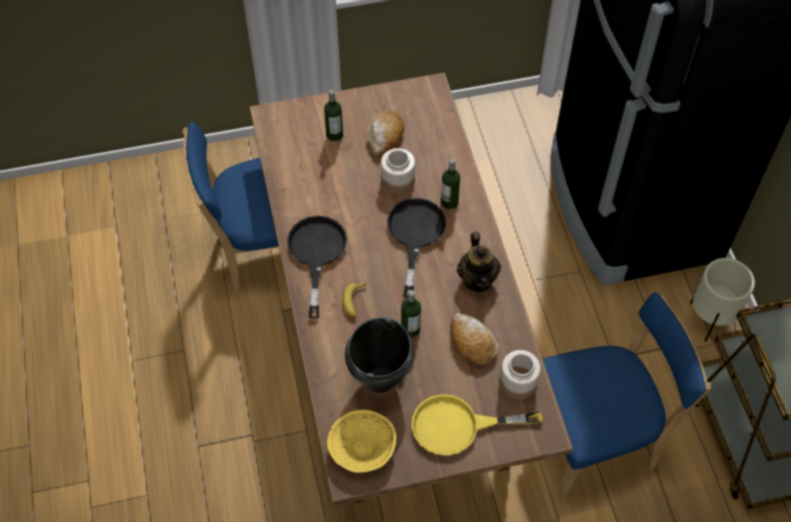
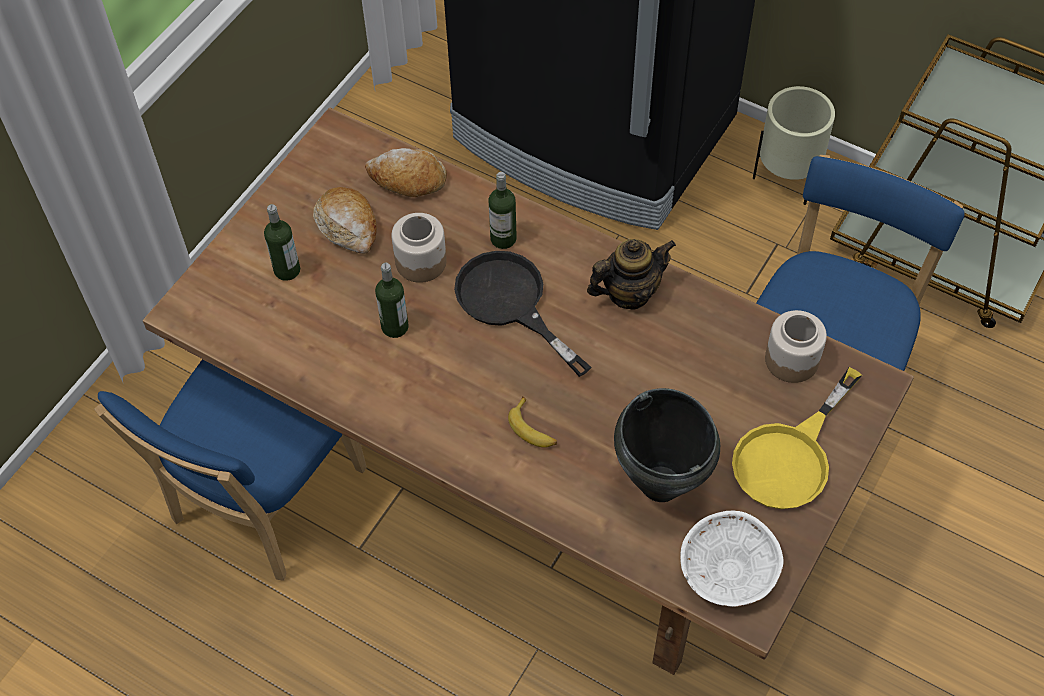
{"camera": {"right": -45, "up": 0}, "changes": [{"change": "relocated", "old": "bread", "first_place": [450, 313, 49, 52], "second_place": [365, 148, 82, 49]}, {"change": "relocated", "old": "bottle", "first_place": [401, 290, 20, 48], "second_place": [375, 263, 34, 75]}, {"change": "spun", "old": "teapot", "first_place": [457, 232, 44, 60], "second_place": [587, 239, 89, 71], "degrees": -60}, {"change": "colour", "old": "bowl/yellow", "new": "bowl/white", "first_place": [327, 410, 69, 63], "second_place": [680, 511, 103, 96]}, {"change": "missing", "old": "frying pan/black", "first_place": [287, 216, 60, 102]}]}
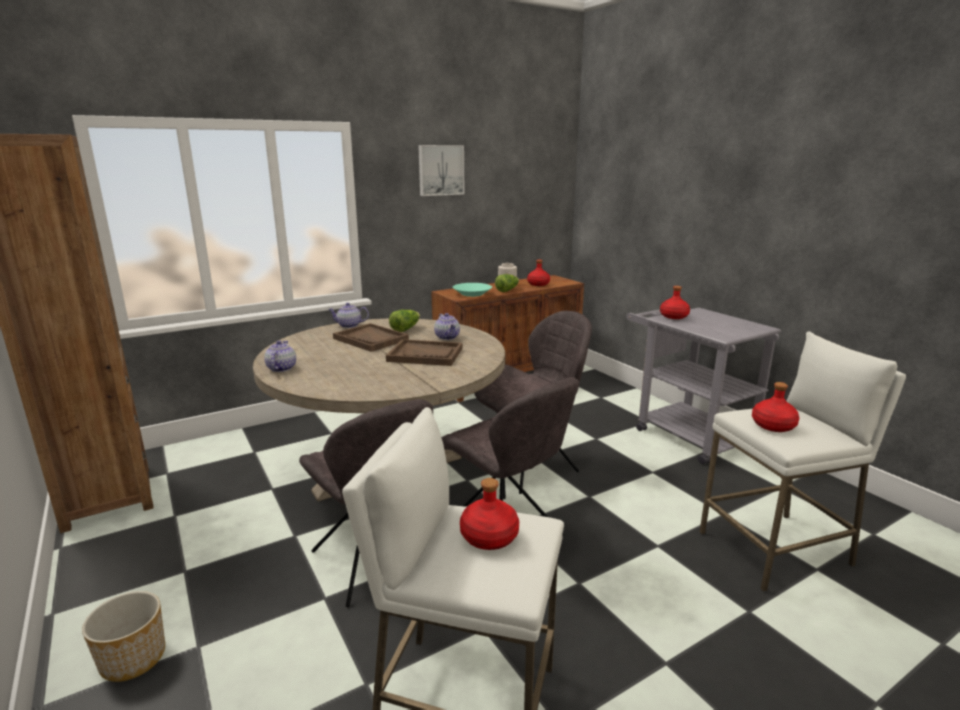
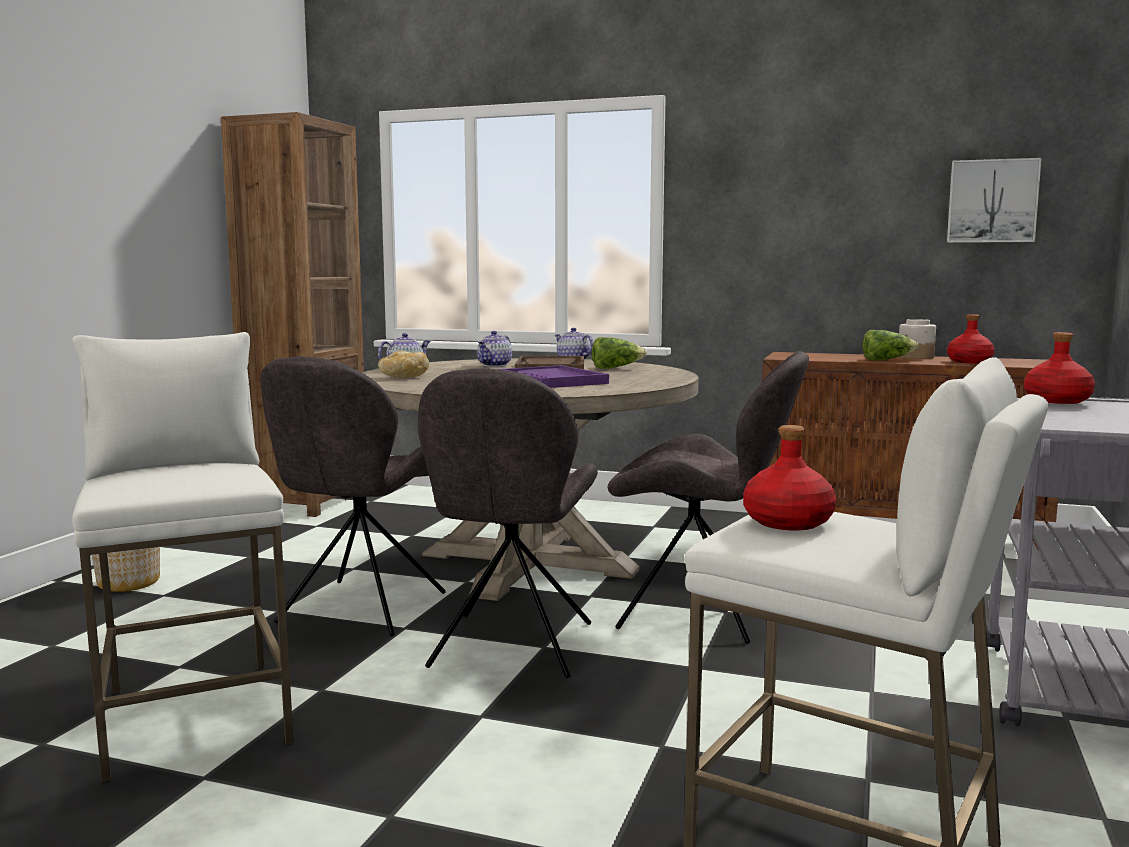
{"camera": {"right": 50, "up": -10}, "changes": [{"change": "appeared", "new": "bread", "second_place": [378, 351, 51, 27]}, {"change": "relocated", "old": "teapot", "first_place": [434, 313, 26, 27], "second_place": [477, 331, 35, 35]}, {"change": "colour", "old": "tray/brown", "new": "tray/purple", "first_place": [386, 339, 76, 27], "second_place": [498, 365, 111, 23]}, {"change": "relocated", "old": "picture", "first_place": [418, 145, 46, 51], "second_place": [947, 158, 95, 85]}, {"change": "missing", "old": "bowl/turquoise", "first_place": [453, 283, 39, 14]}, {"change": "missing", "old": "bottle/red", "first_place": [460, 478, 59, 72]}]}
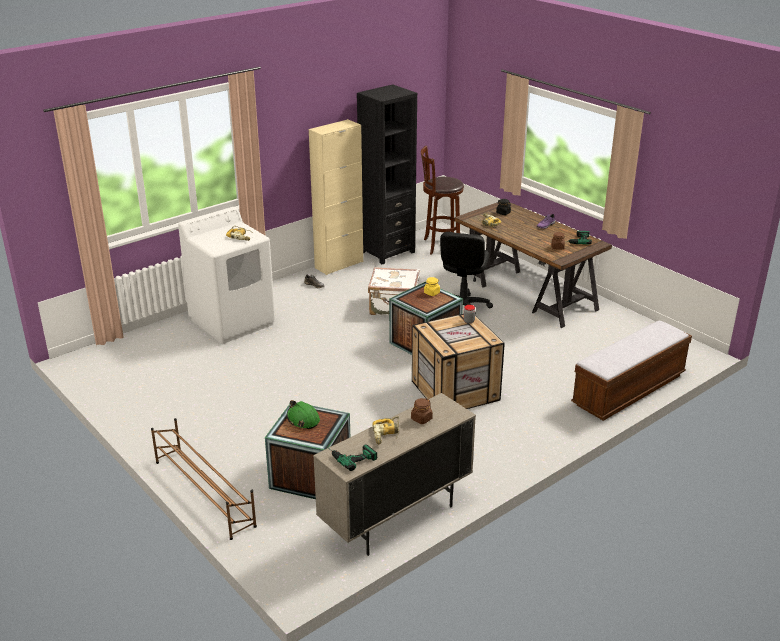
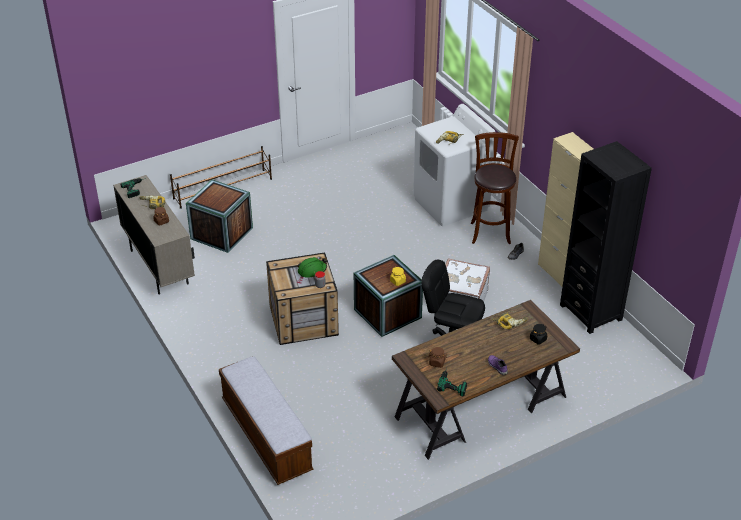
{"camera": {"right": 100, "up": 10}, "changes": [{"change": "relocated", "old": "hard hat/green", "first_place": [287, 400, 33, 29], "second_place": [298, 257, 29, 20]}, {"change": "relocated", "old": "stool/brown", "first_place": [421, 146, 43, 109], "second_place": [471, 132, 48, 112]}]}
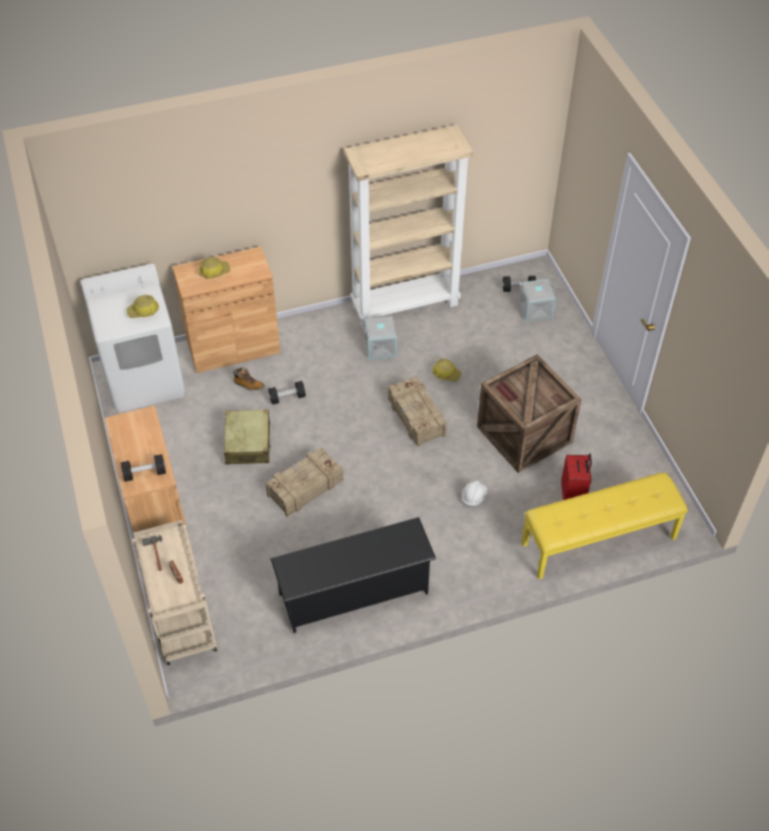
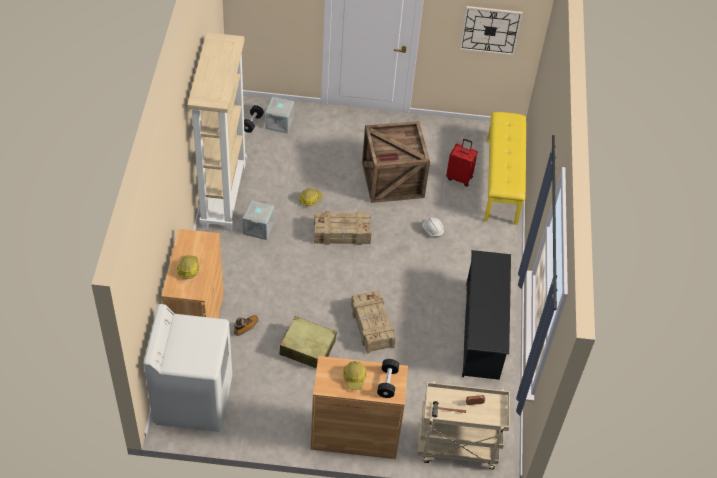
{"camera": {"right": -70, "up": 0}, "changes": [{"change": "relocated", "old": "hard hat", "first_place": [126, 295, 33, 23], "second_place": [343, 361, 24, 29]}, {"change": "appeared", "new": "wall clock", "second_place": [459, 6, 64, 50]}, {"change": "missing", "old": "dumbbell/black", "first_place": [268, 381, 38, 24]}]}
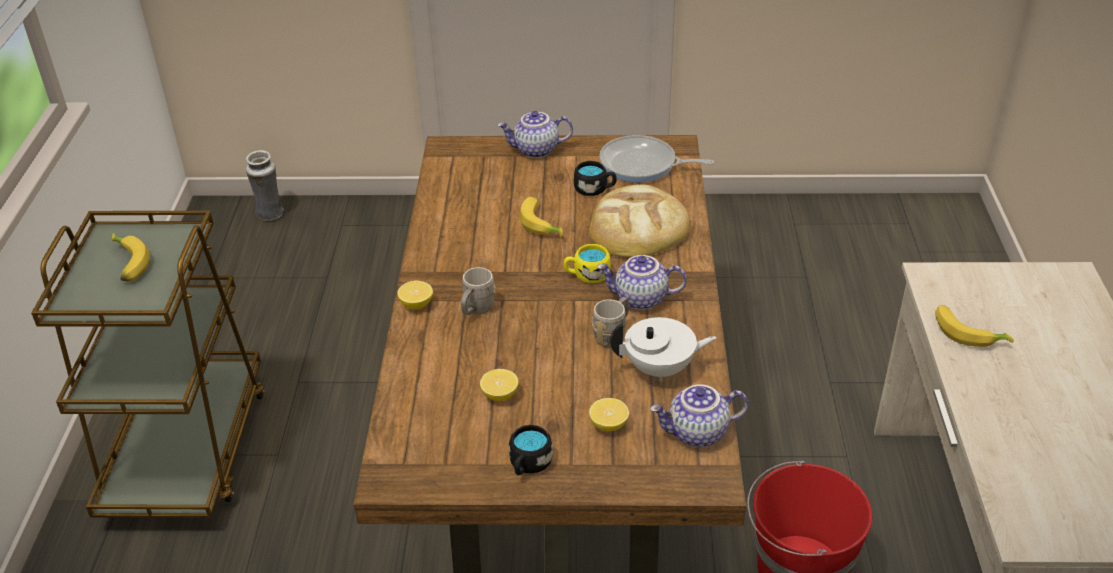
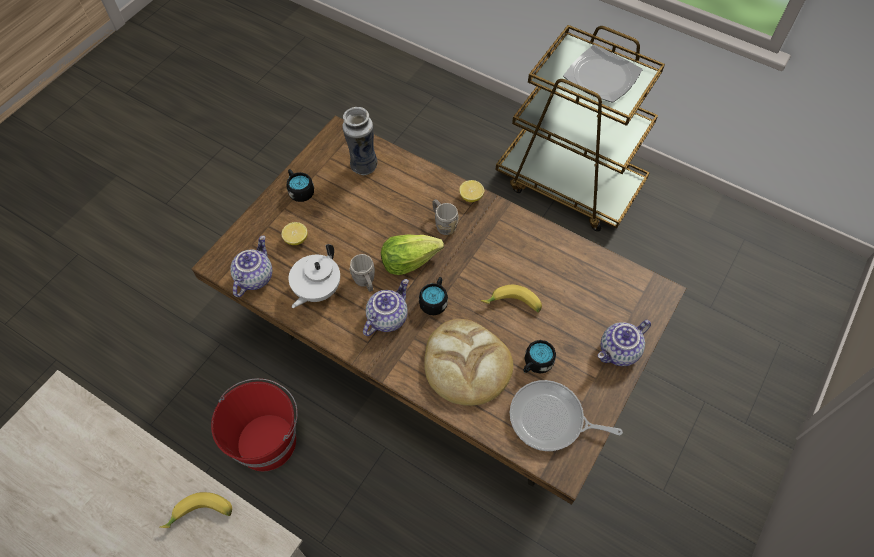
{"camera": {"right": 120, "up": 20}, "changes": [{"change": "relocated", "old": "vase", "first_place": [246, 150, 38, 71], "second_place": [342, 107, 36, 68]}, {"change": "appeared", "new": "lettuce", "second_place": [381, 234, 63, 41]}, {"change": "colour", "old": "mug/yellow", "new": "mug/black", "first_place": [564, 244, 47, 39], "second_place": [419, 277, 29, 38]}, {"change": "spun", "old": "frying pan", "first_place": [599, 135, 115, 48], "second_place": [510, 380, 113, 71], "degrees": -120}, {"change": "exchanged", "old": "banana", "new": "plate", "first_place": [112, 233, 38, 49], "second_place": [563, 45, 80, 57]}, {"change": "spun", "old": "teapot", "first_place": [497, 111, 76, 47], "second_place": [597, 320, 54, 46], "degrees": -150}, {"change": "missing", "old": "lemon", "first_place": [480, 369, 38, 32]}]}
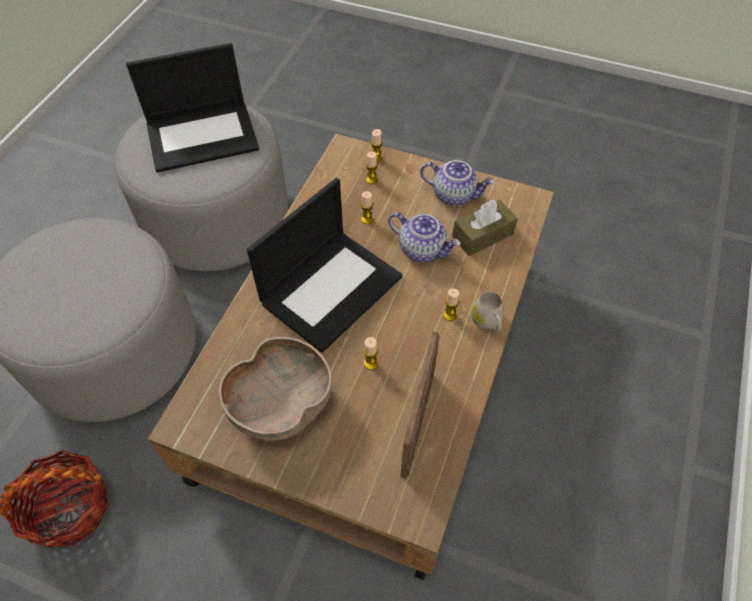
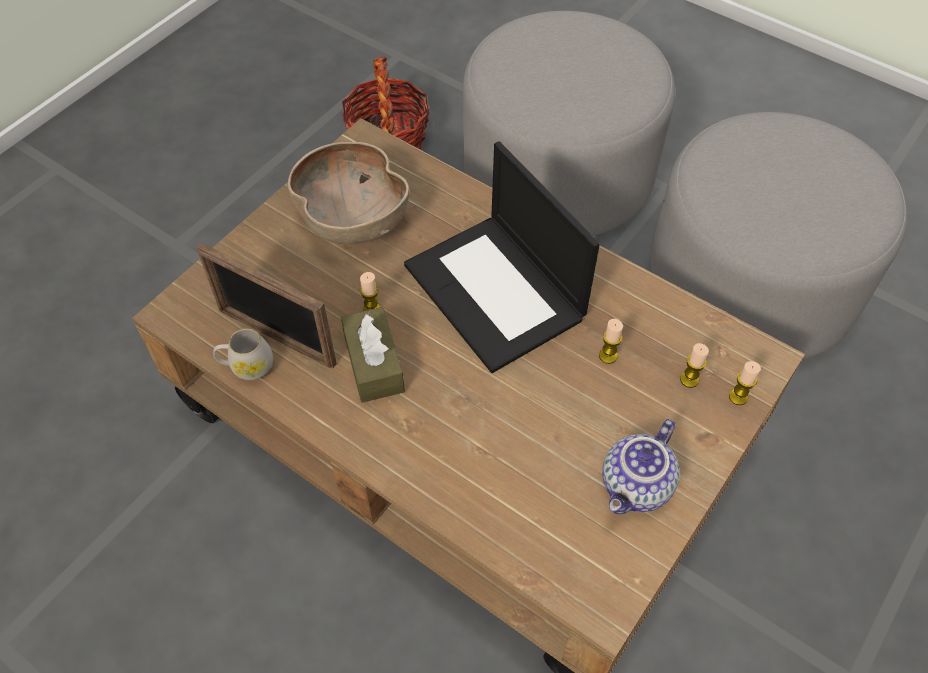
{"camera": {"right": 105, "up": 0}, "changes": [{"change": "relocated", "old": "mug/white", "first_place": [471, 291, 33, 41], "second_place": [213, 328, 60, 52]}, {"change": "relocated", "old": "tissue box/brown", "first_place": [452, 200, 66, 56], "second_place": [341, 307, 64, 96]}, {"change": "missing", "old": "laptop", "first_place": [126, 43, 133, 130]}, {"change": "missing", "old": "teapot", "first_place": [388, 212, 73, 50]}, {"change": "missing", "old": "candle", "first_place": [443, 288, 16, 33]}]}
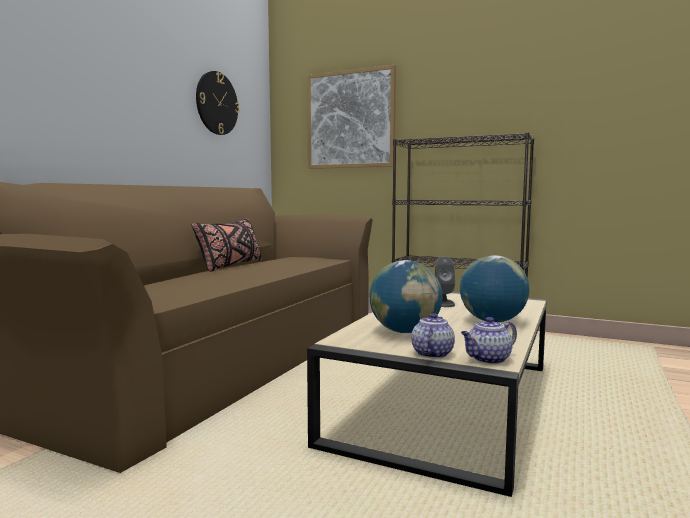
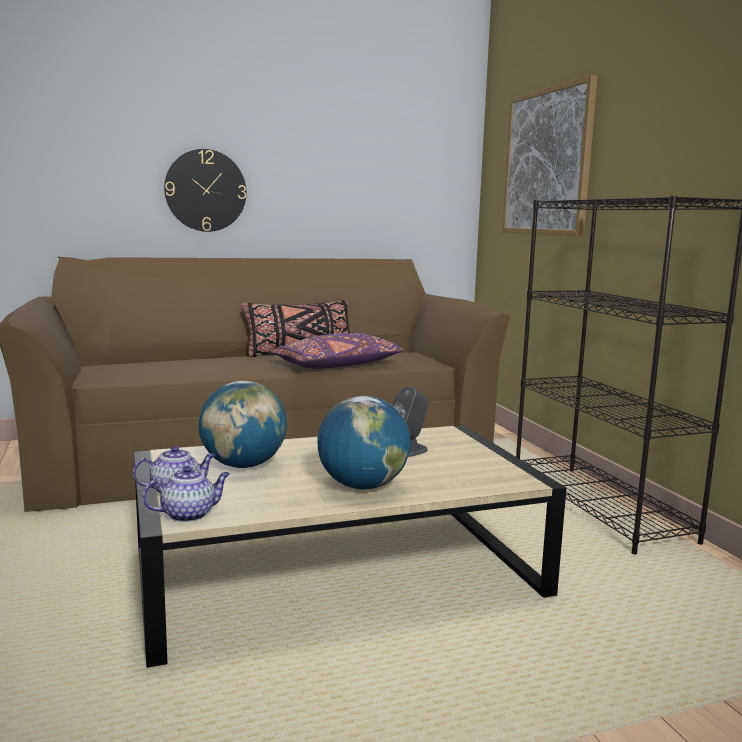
{"camera": {"right": 45, "up": 5}, "changes": [{"change": "spun", "old": "teapot", "first_place": [461, 317, 56, 47], "second_place": [143, 466, 87, 56], "degrees": 135}, {"change": "relocated", "old": "wall clock", "first_place": [196, 71, 44, 64], "second_place": [164, 149, 82, 83]}, {"change": "appeared", "new": "pillow/purple", "second_place": [271, 333, 133, 36]}]}
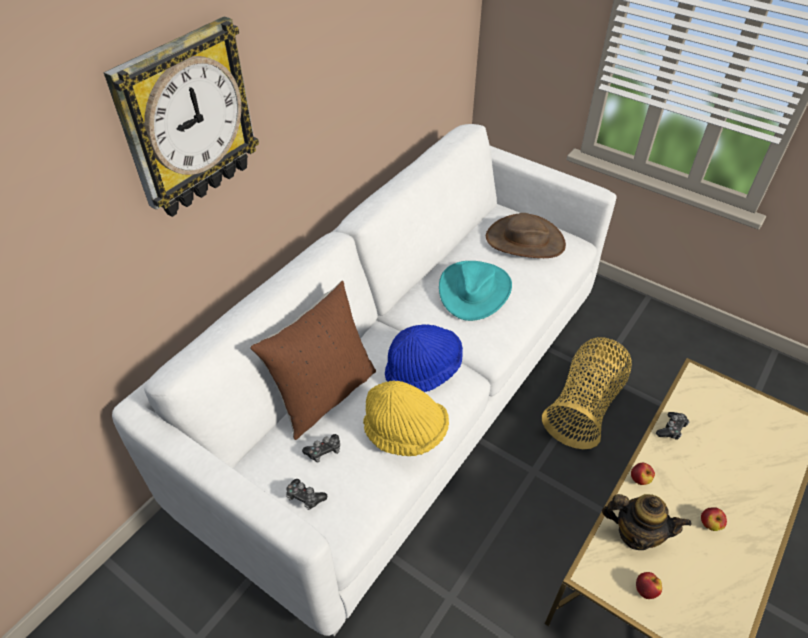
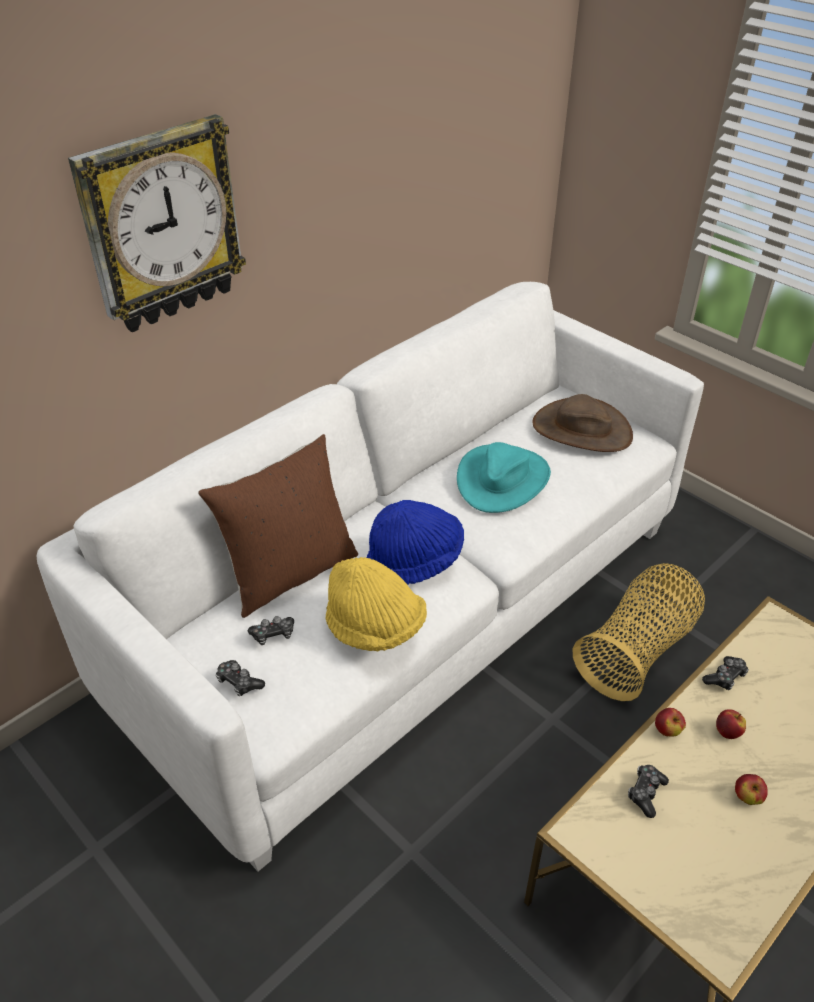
{"camera": {"right": 10, "up": -5}, "changes": [{"change": "exchanged", "old": "teapot", "new": "game controller", "first_place": [602, 494, 89, 56], "second_place": [628, 765, 41, 53]}, {"change": "relocated", "old": "apple", "first_place": [636, 572, 26, 27], "second_place": [716, 709, 30, 30]}]}
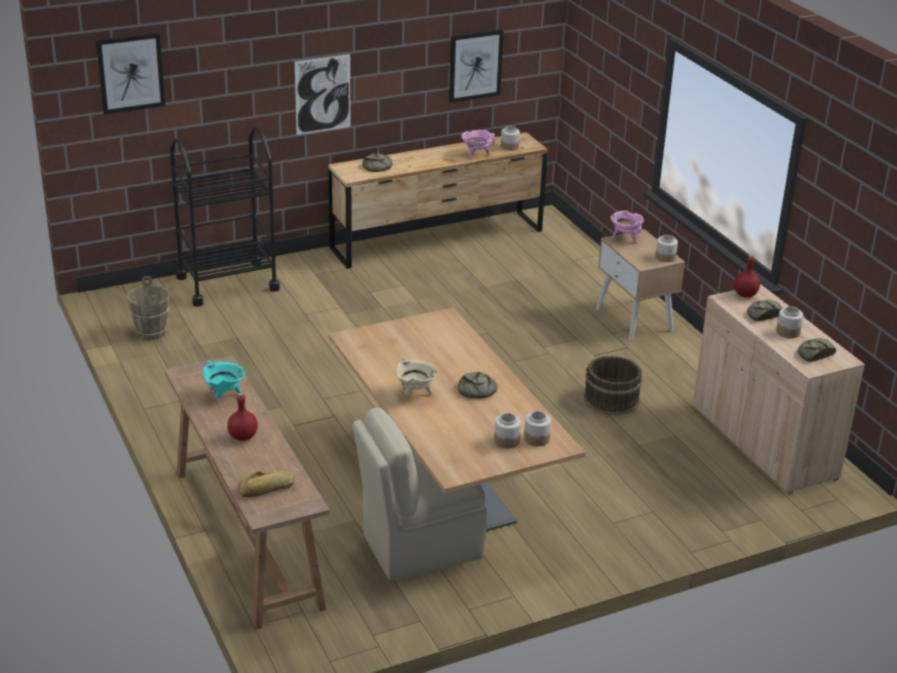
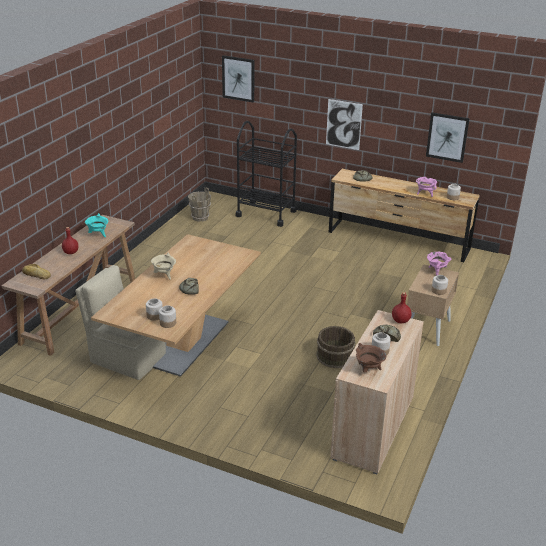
{"camera": {"right": 50, "up": 0}, "changes": [{"change": "exchanged", "old": "bread", "new": "cooking pot/brown", "first_place": [798, 338, 38, 24], "second_place": [356, 343, 30, 30]}]}
